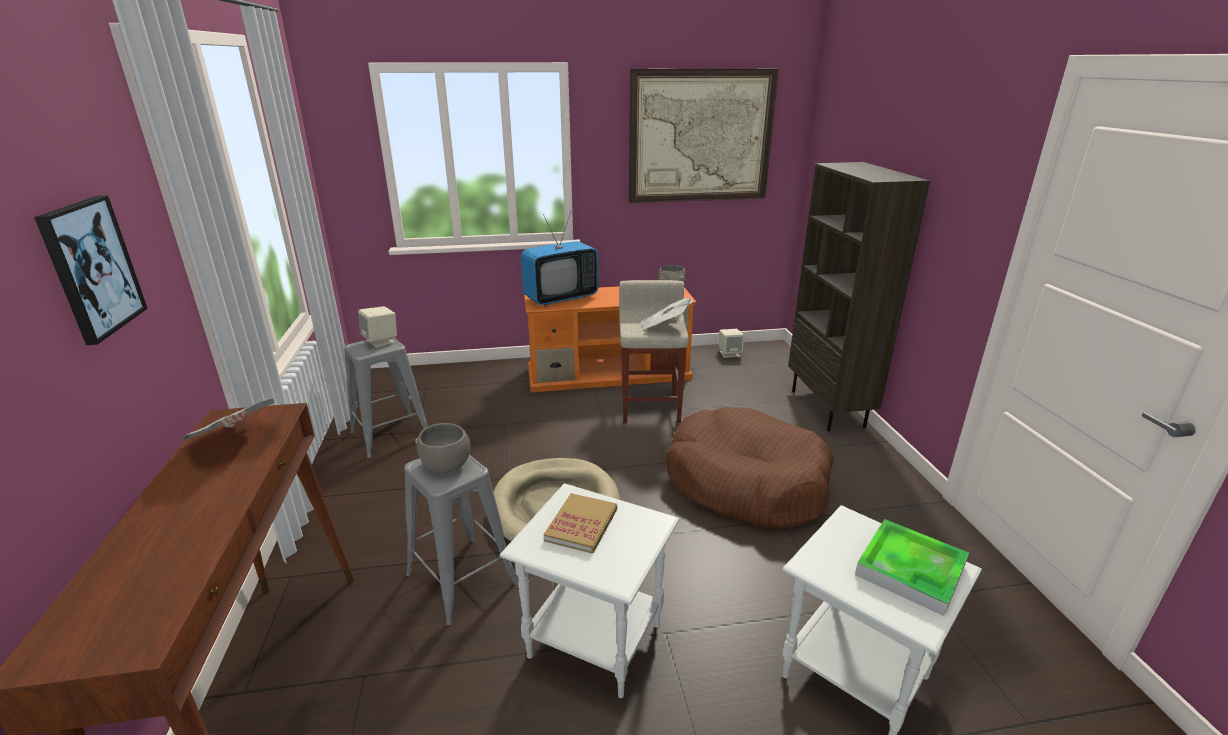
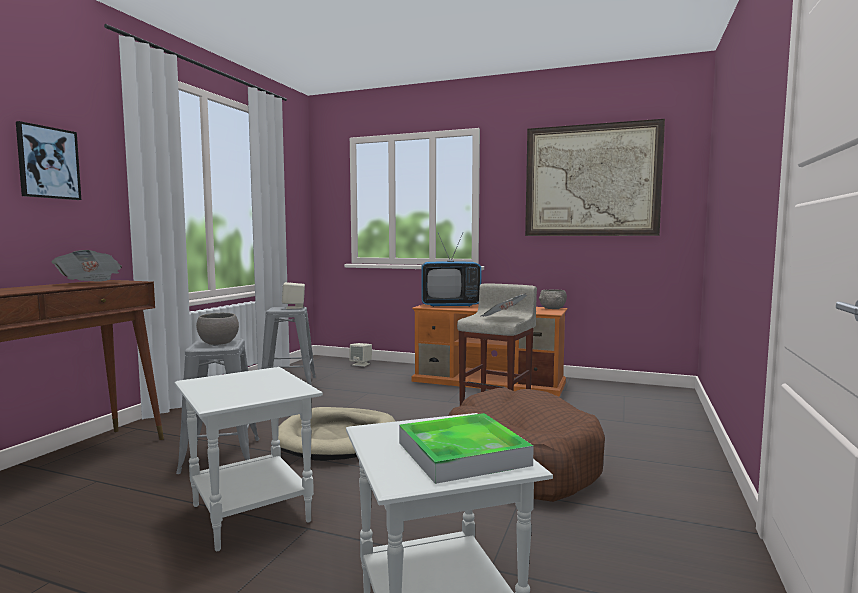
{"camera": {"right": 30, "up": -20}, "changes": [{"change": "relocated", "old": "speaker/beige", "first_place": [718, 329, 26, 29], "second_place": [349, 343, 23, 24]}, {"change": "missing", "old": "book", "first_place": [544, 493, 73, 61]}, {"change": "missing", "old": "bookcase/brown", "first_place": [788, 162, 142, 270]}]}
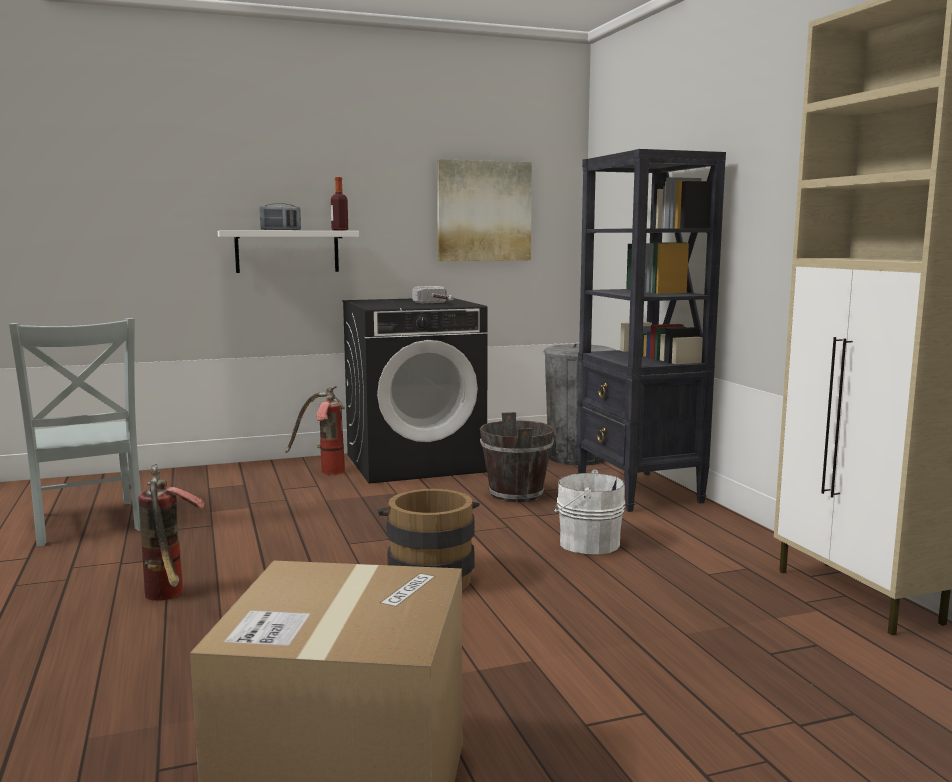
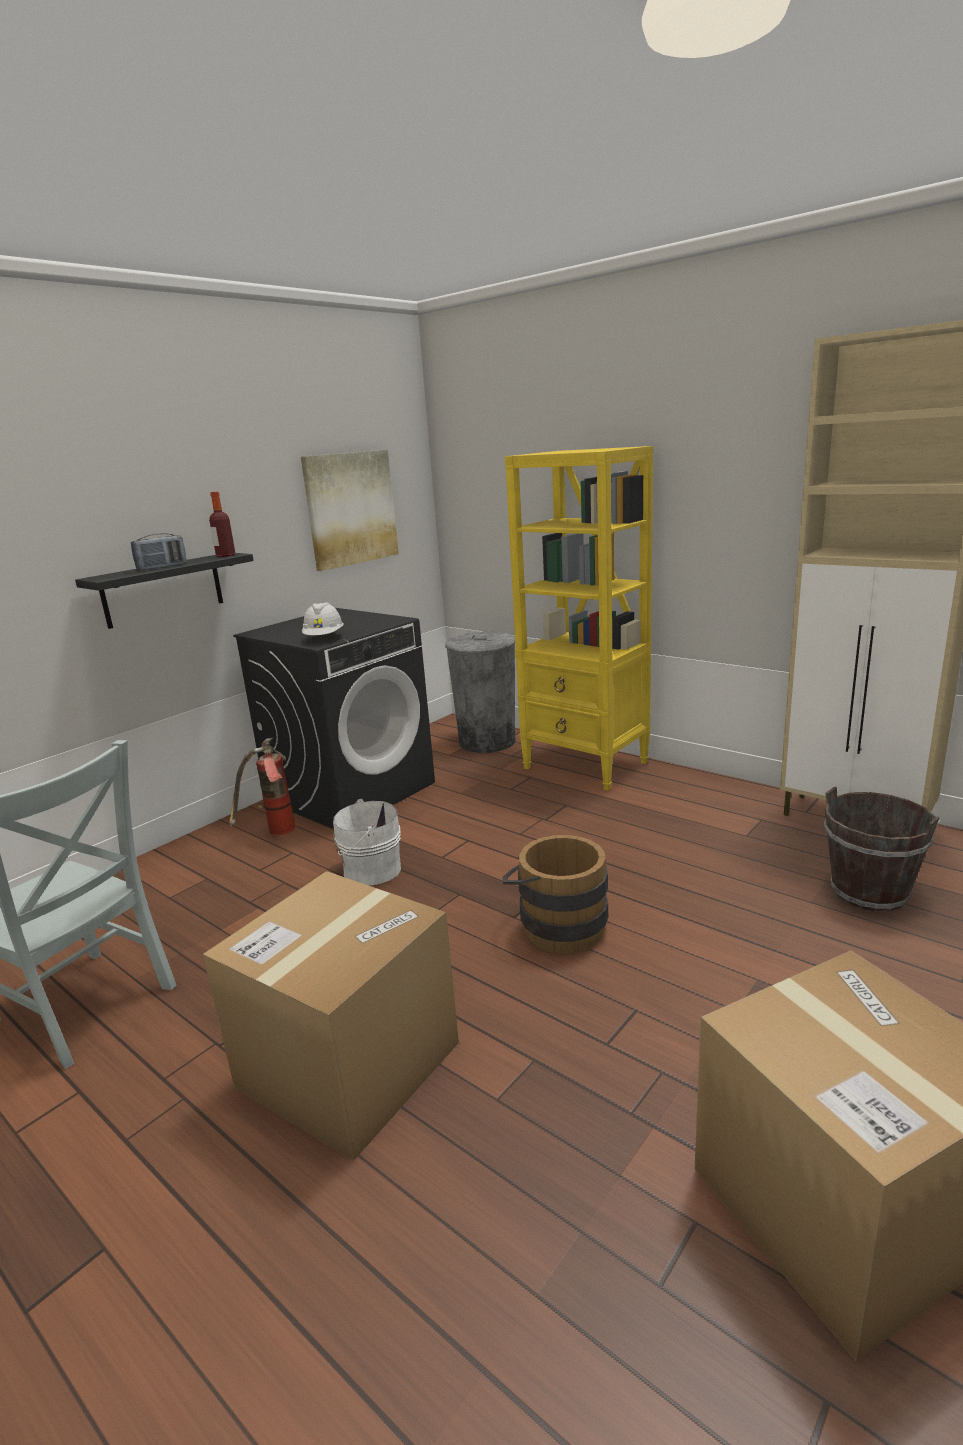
{"camera": {"right": -30, "up": 10}, "changes": [{"change": "colour", "old": "shelf/white", "new": "shelf/black", "first_place": [218, 231, 141, 42], "second_place": [75, 553, 179, 76]}, {"change": "exchanged", "old": "fire extinguisher", "new": "cardboard box", "first_place": [139, 464, 66, 137], "second_place": [203, 871, 256, 290]}, {"change": "appeared", "new": "hard hat/white", "second_place": [302, 602, 42, 33]}, {"change": "relocated", "old": "bucket/white", "first_place": [554, 469, 71, 85], "second_place": [333, 799, 68, 87]}, {"change": "colour", "old": "bookcase/black", "new": "bookcase/yellow", "first_place": [576, 149, 150, 363], "second_place": [505, 446, 148, 345]}, {"change": "relocated", "old": "bucket/brown", "first_place": [480, 412, 74, 91], "second_place": [824, 787, 116, 125]}, {"change": "missing", "old": "hammer", "first_place": [412, 286, 42, 18]}]}
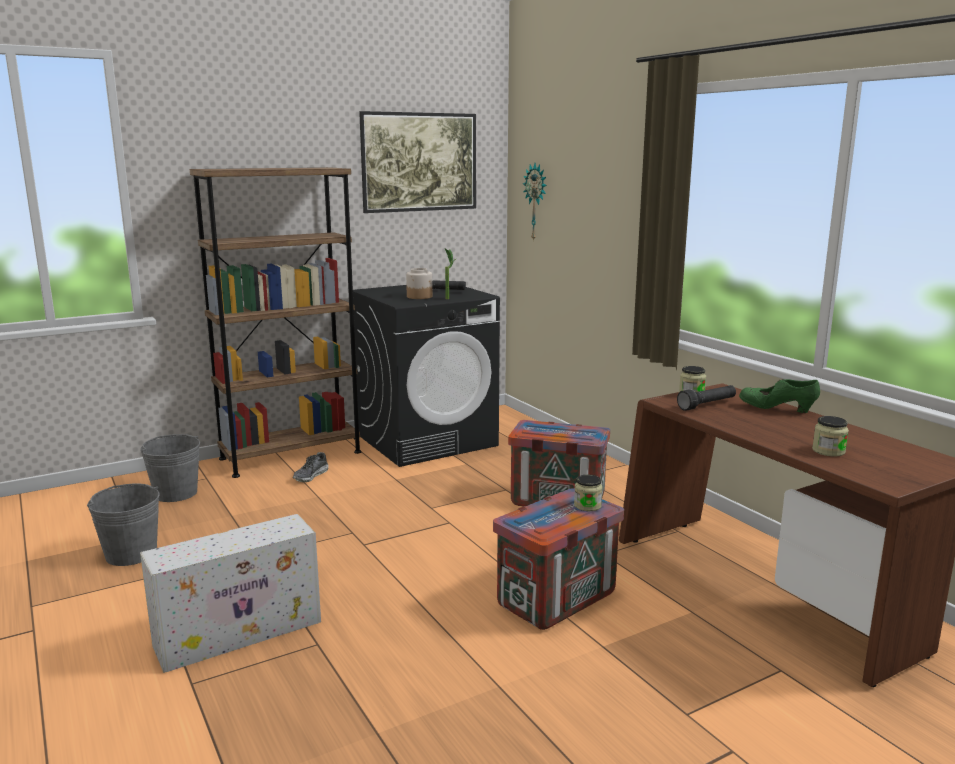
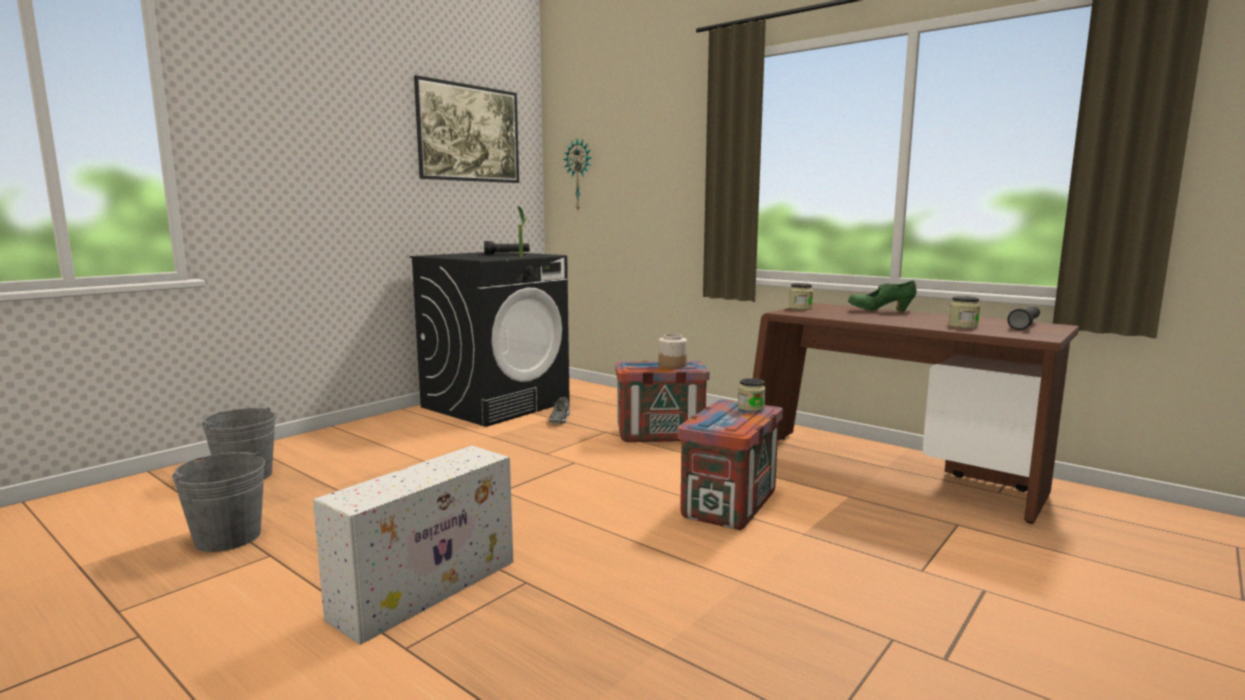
{"camera": {"right": -20, "up": -5}, "changes": [{"change": "relocated", "old": "shoe", "first_place": [293, 452, 36, 30], "second_place": [549, 397, 21, 27]}, {"change": "relocated", "old": "jar", "first_place": [406, 268, 26, 31], "second_place": [658, 334, 29, 34]}, {"change": "relocated", "old": "flashlight/black", "first_place": [677, 385, 59, 26], "second_place": [1007, 306, 33, 24]}, {"change": "missing", "old": "bookcase/brown", "first_place": [190, 167, 171, 311]}]}
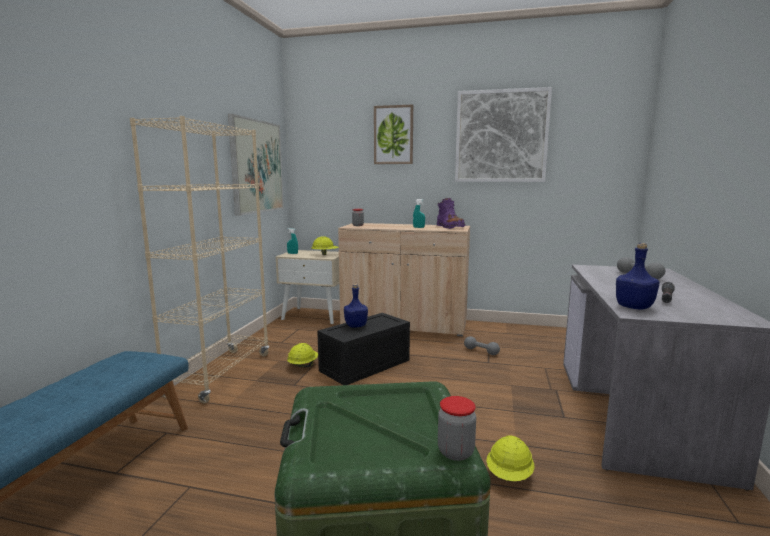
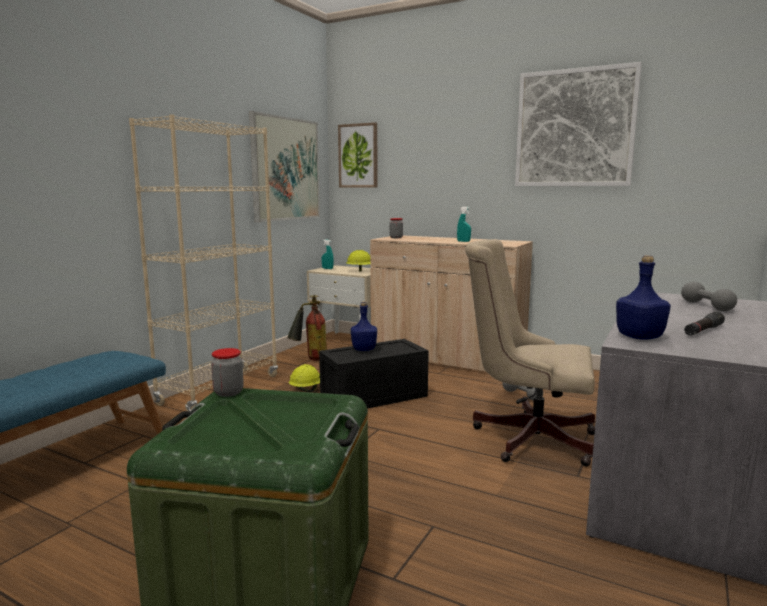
{"camera": {"right": 15, "up": 0}, "changes": [{"change": "relocated", "old": "jar", "first_place": [438, 396, 38, 65], "second_place": [211, 348, 33, 49]}, {"change": "appeared", "new": "fire extinguisher", "second_place": [287, 295, 40, 66]}, {"change": "relocated", "old": "picture", "first_place": [374, 104, 39, 60], "second_place": [338, 122, 39, 66]}, {"change": "appeared", "new": "office chair/beige", "second_place": [465, 239, 130, 227]}, {"change": "missing", "old": "boot/purple", "first_place": [437, 198, 28, 31]}, {"change": "missing", "old": "hard hat/yellow", "first_place": [486, 436, 48, 45]}]}
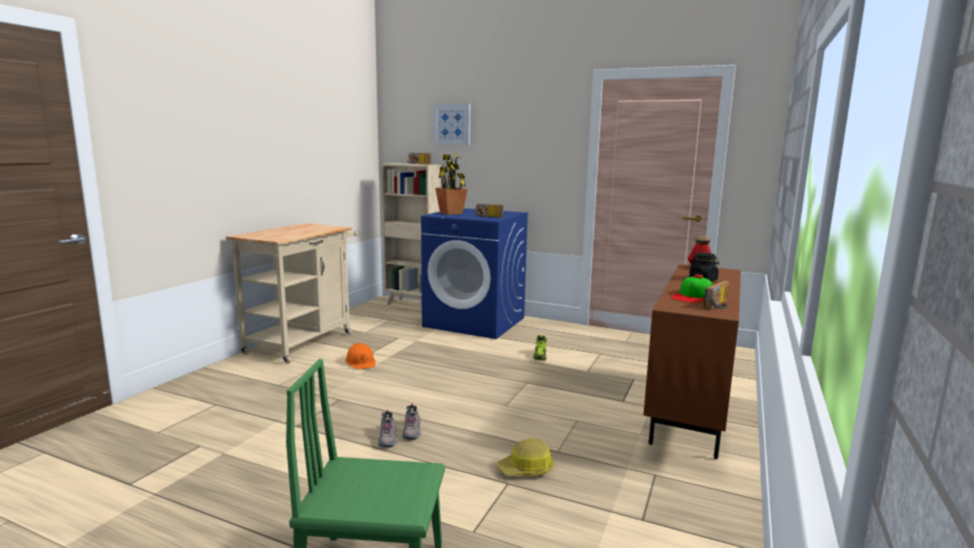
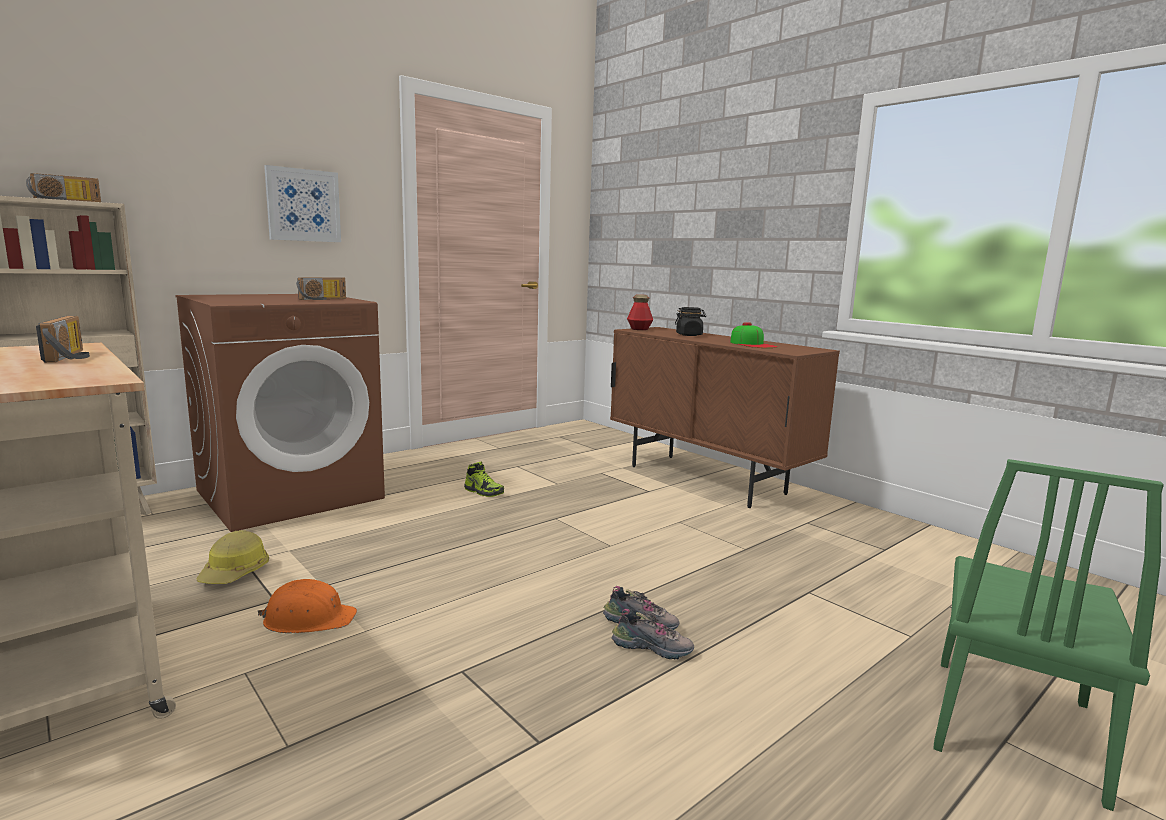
{"camera": {"right": -65, "up": 0}, "changes": [{"change": "relocated", "old": "radio", "first_place": [704, 281, 25, 28], "second_place": [36, 316, 54, 47]}, {"change": "colour", "old": "washing machine/blue", "new": "washing machine/brown", "first_place": [421, 208, 108, 131], "second_place": [175, 294, 210, 238]}, {"change": "relocated", "old": "hard hat", "first_place": [497, 438, 57, 38], "second_place": [196, 530, 73, 54]}, {"change": "relocated", "old": "picture", "first_place": [434, 104, 36, 41], "second_place": [264, 165, 77, 77]}, {"change": "missing", "old": "potted plant", "first_place": [435, 153, 33, 62]}]}
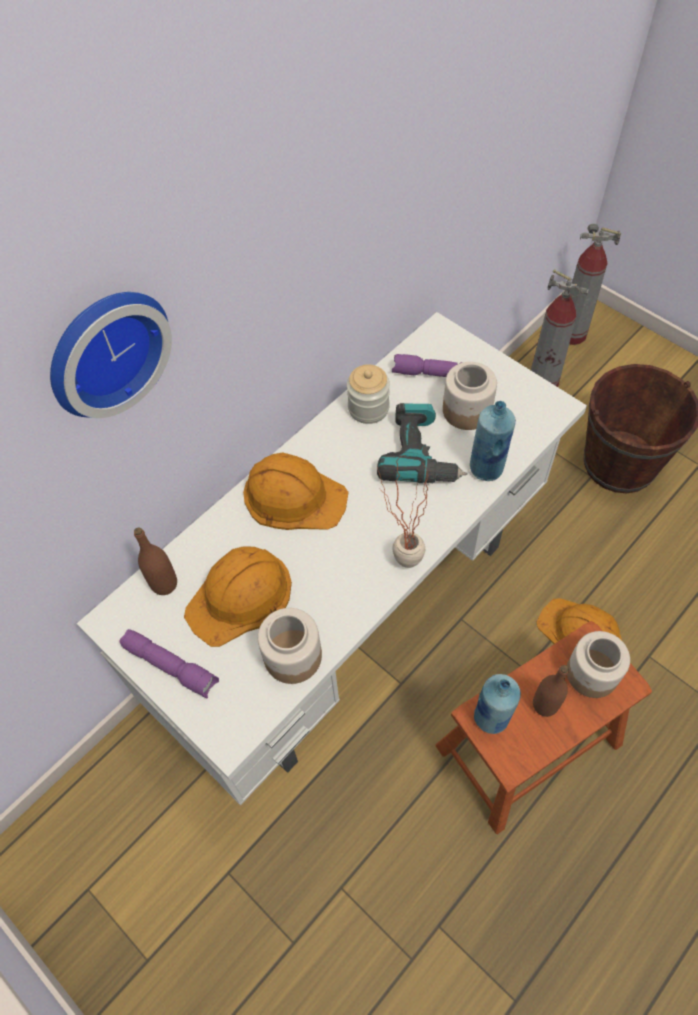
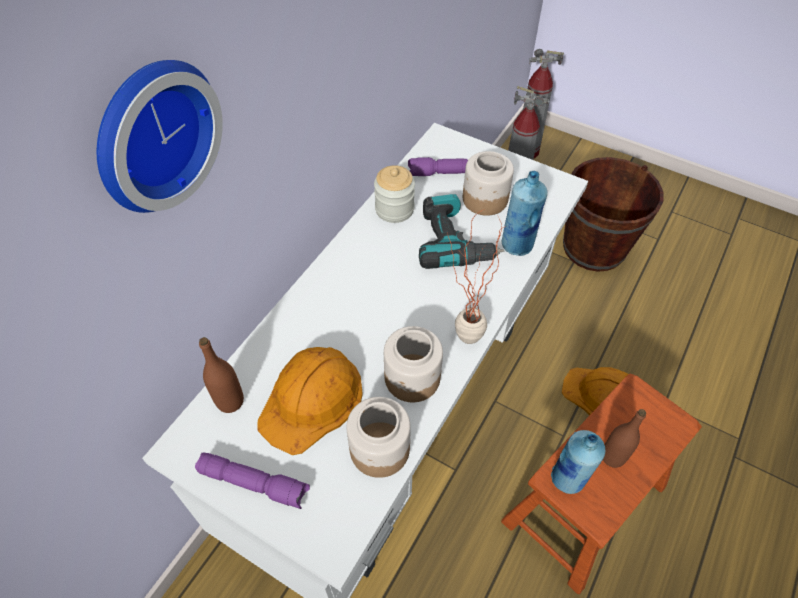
{"camera": {"right": -15, "up": -5}, "changes": [{"change": "relocated", "old": "jar", "first_place": [567, 631, 63, 67], "second_place": [384, 326, 59, 76]}, {"change": "missing", "old": "hard hat/orange", "first_place": [243, 453, 106, 77]}]}
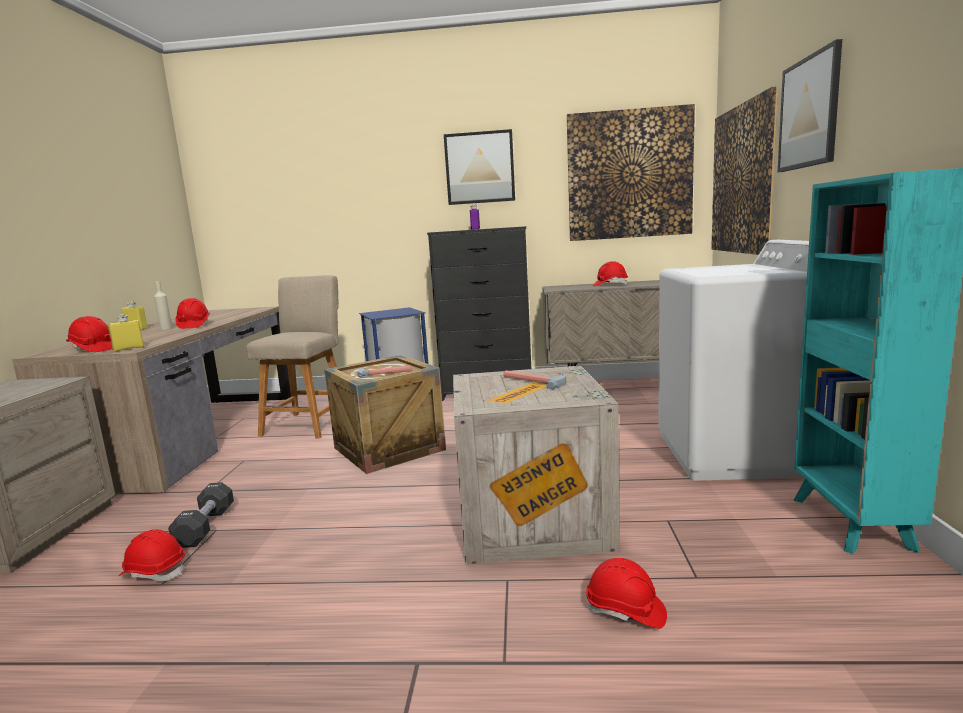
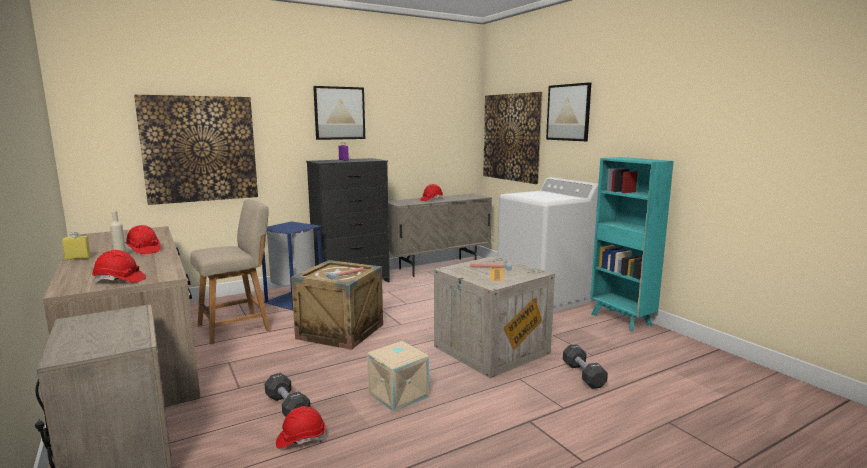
{"camera": {"right": -35, "up": 0}, "changes": [{"change": "relocated", "old": "picture", "first_place": [567, 104, 128, 137], "second_place": [134, 95, 124, 110]}, {"change": "spun", "old": "chair/beige", "first_place": [246, 275, 93, 164], "second_place": [190, 199, 80, 146], "degrees": 75}, {"change": "appeared", "new": "storage box/beige", "second_place": [367, 341, 62, 71]}, {"change": "exchanged", "old": "hard hat/red", "new": "dumbbell/black", "first_place": [585, 558, 82, 71], "second_place": [563, 344, 45, 45]}, {"change": "missing", "old": "bottle/yellow", "first_place": [108, 314, 36, 38]}]}
